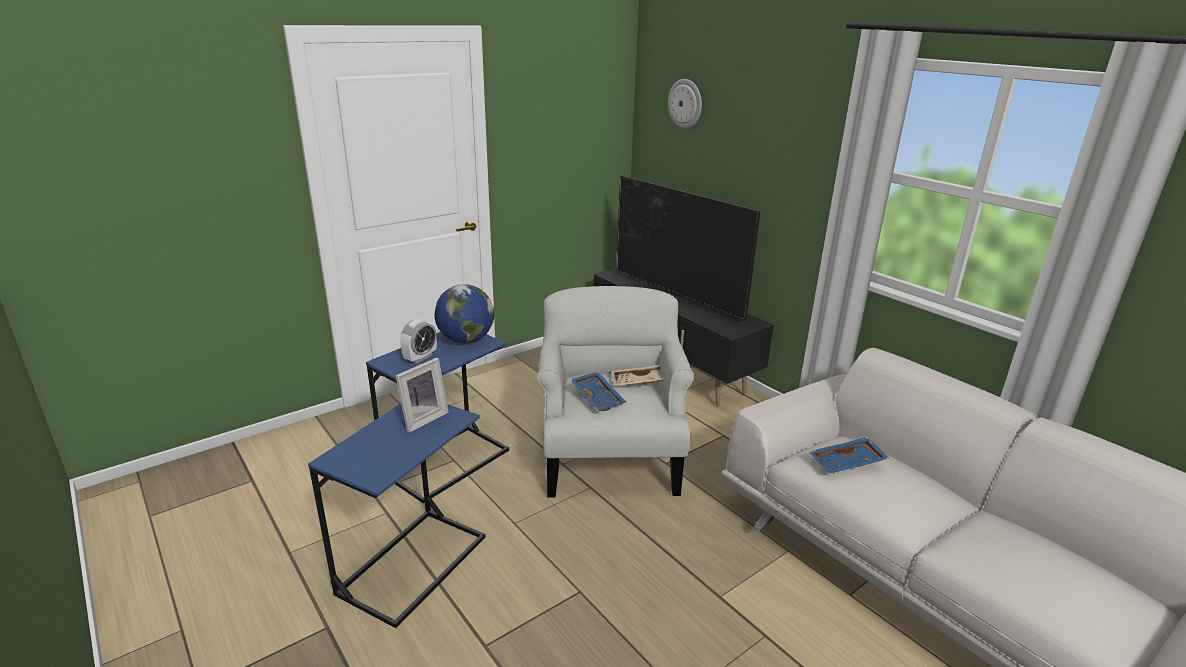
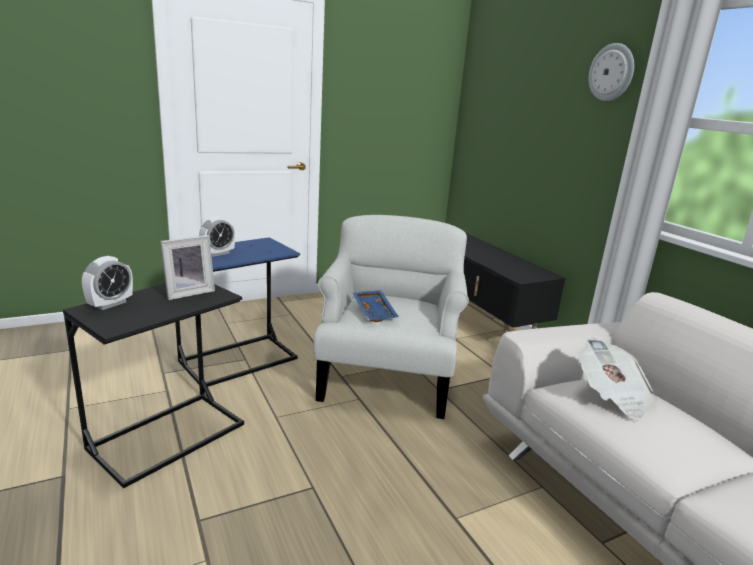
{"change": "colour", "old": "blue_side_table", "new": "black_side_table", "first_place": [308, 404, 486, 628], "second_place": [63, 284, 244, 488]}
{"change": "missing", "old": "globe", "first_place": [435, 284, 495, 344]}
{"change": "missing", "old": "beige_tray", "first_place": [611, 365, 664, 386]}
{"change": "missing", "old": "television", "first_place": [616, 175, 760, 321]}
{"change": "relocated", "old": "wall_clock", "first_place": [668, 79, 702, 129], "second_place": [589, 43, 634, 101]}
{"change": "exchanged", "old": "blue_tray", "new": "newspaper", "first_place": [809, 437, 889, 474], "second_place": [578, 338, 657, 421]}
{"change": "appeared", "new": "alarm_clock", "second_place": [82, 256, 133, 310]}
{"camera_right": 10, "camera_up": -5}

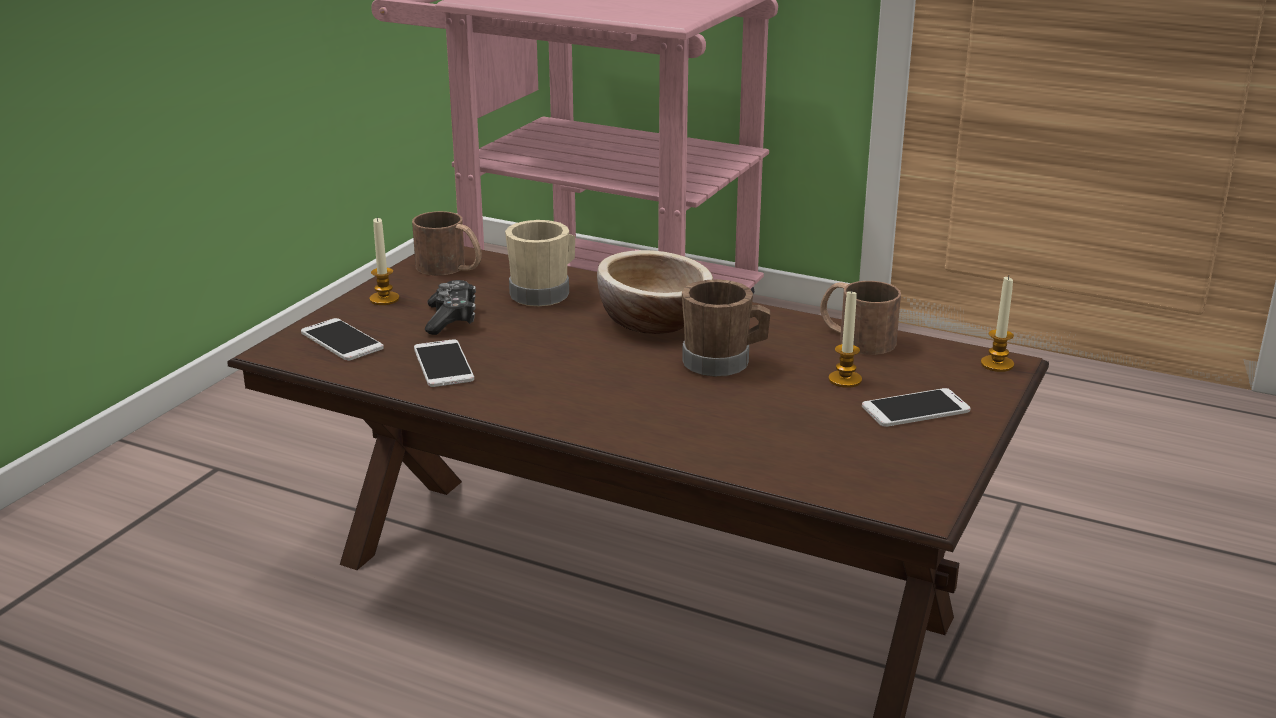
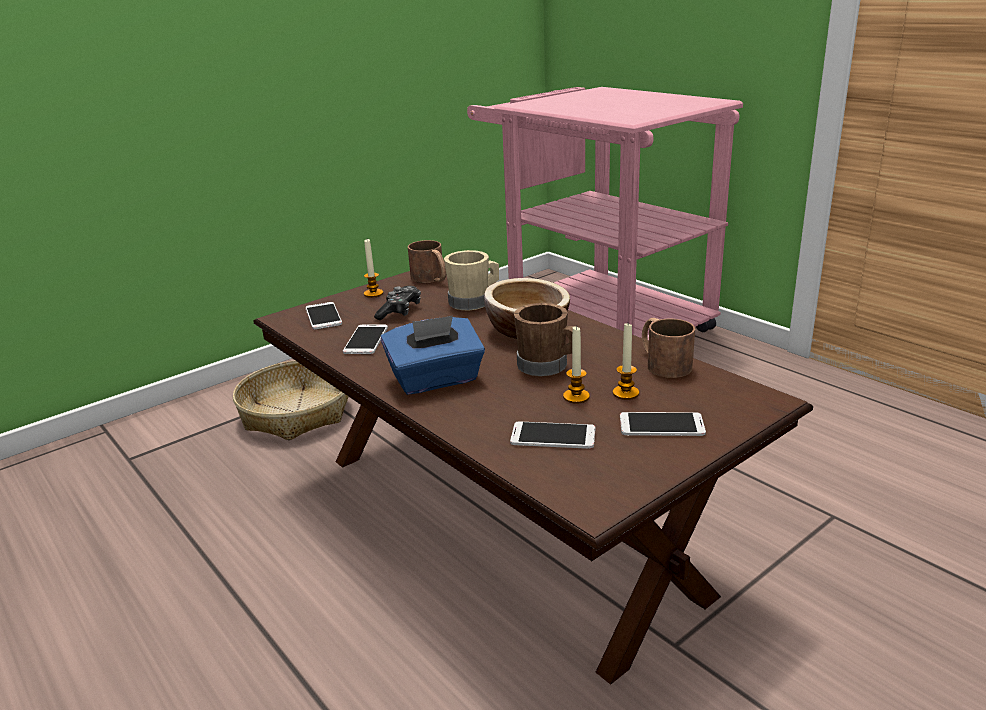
{"change": "relocated", "old": "candle", "first_place": [981, 276, 1014, 372], "second_place": [563, 325, 590, 404]}
{"change": "appeared", "new": "basket", "second_place": [233, 360, 349, 440]}
{"change": "appeared", "new": "blue_tissue_box", "second_place": [381, 315, 485, 395]}
{"change": "appeared", "new": "phone", "second_place": [510, 421, 595, 449]}
{"camera_right": 25, "camera_up": 0}

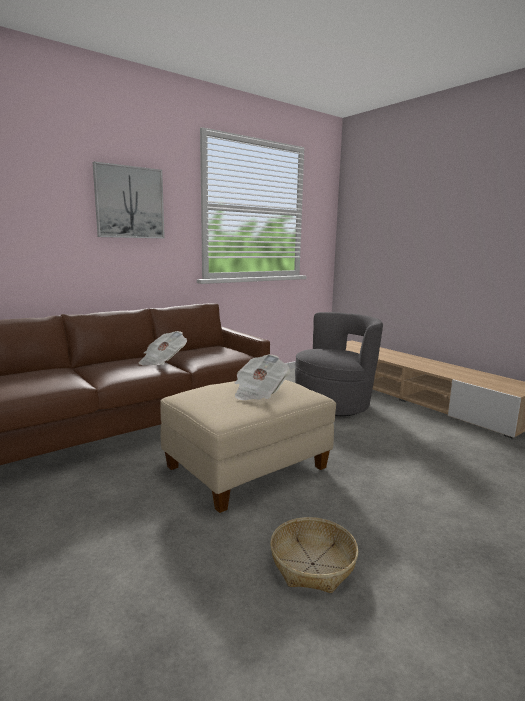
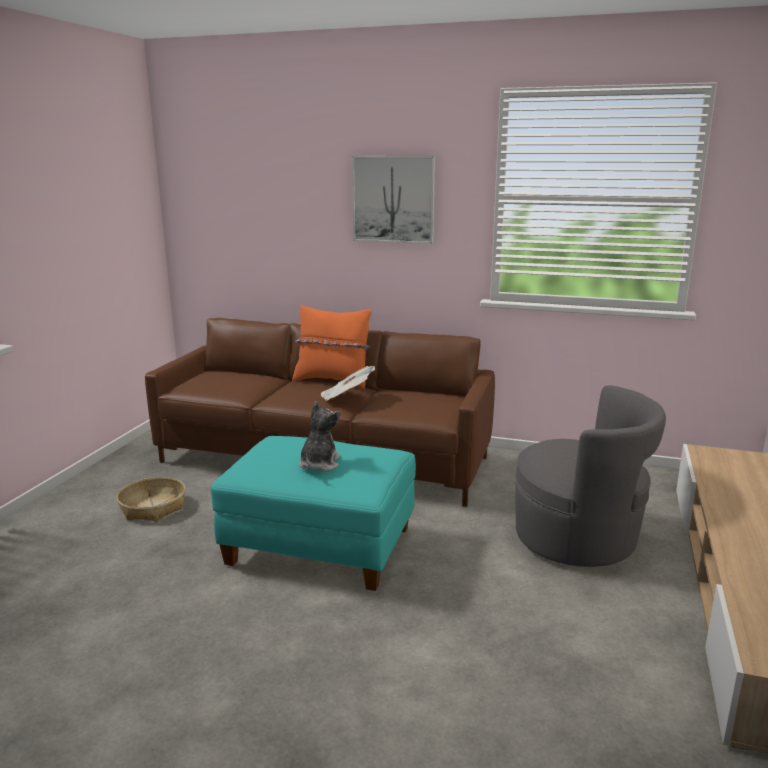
{"change": "colour", "old": "beige_ottoman", "new": "turquoise_ottoman", "first_place": [160, 380, 336, 513], "second_place": [211, 436, 416, 591]}
{"change": "exchanged", "old": "newspaper", "new": "plush_toy", "first_place": [235, 354, 290, 400], "second_place": [299, 401, 340, 472]}
{"change": "relocated", "old": "basket", "first_place": [270, 517, 358, 593], "second_place": [117, 477, 186, 522]}
{"change": "appeared", "new": "orange_pillow", "second_place": [292, 305, 371, 389]}
{"camera_right": 55, "camera_up": 5}

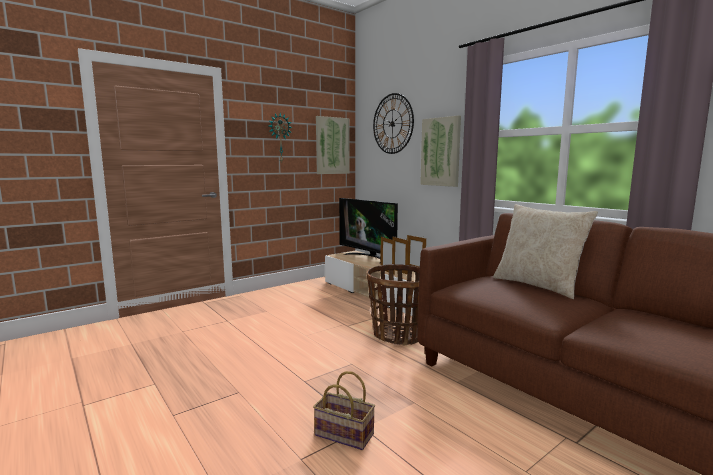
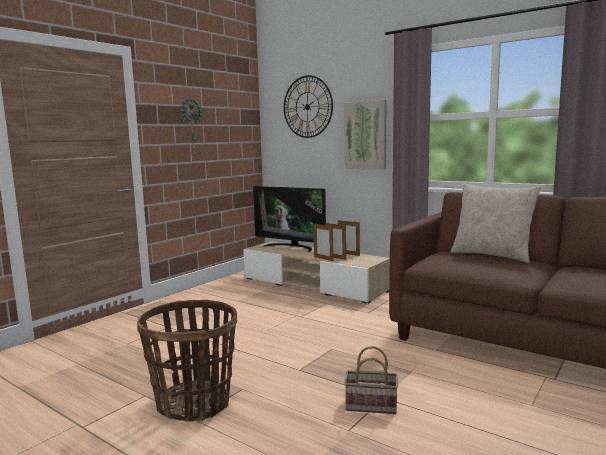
{"change": "missing", "old": "picture", "first_place": [316, 116, 350, 174]}
{"change": "relocated", "old": "basket", "first_place": [366, 264, 420, 345], "second_place": [137, 300, 237, 422]}
{"camera_right": -15, "camera_up": 0}

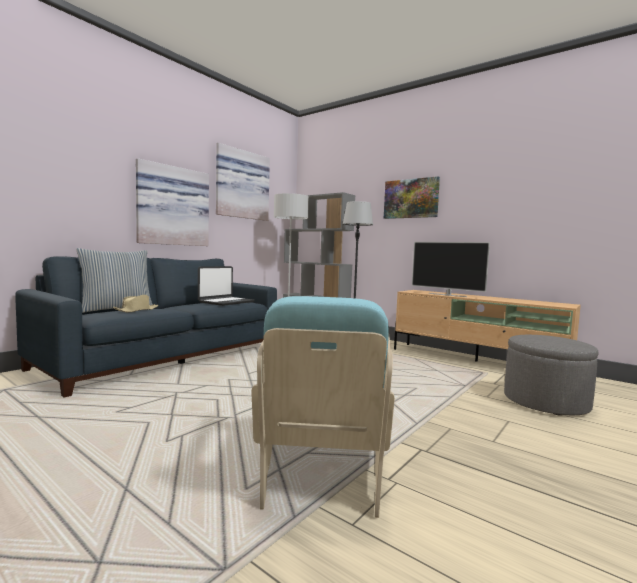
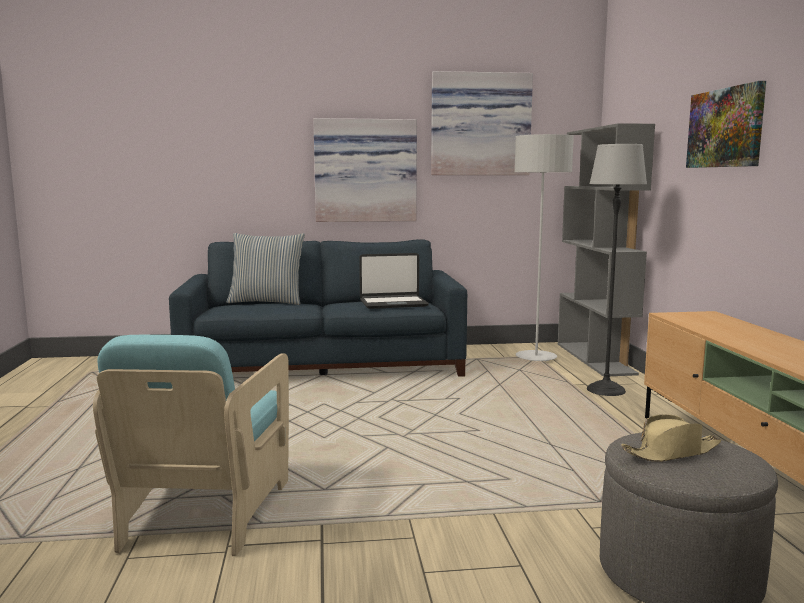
{"change": "relocated", "old": "beige_hat", "first_place": [113, 295, 158, 312], "second_place": [621, 414, 721, 462]}
{"change": "spun", "old": "turquoise_armchair", "first_place": [251, 296, 395, 518], "second_place": [93, 335, 289, 556], "degrees": -45}
{"change": "missing", "old": "television", "first_place": [412, 242, 490, 297]}
{"camera_right": 45, "camera_up": 5}

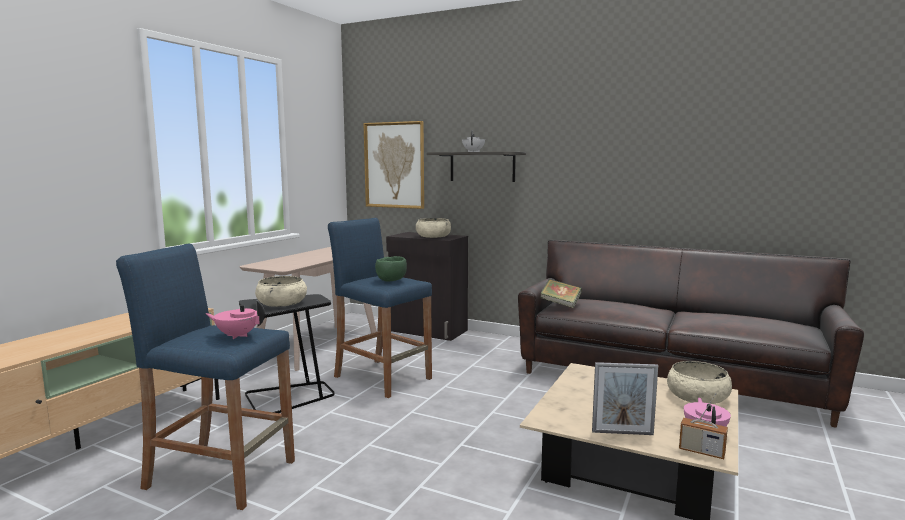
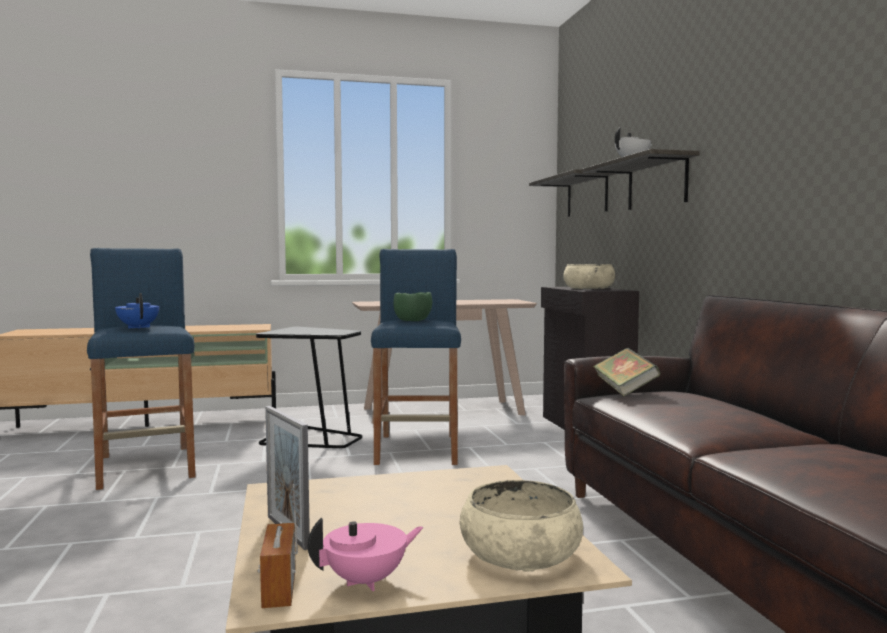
{"change": "colour", "old": "pink_teapot", "new": "blue_teapot", "first_place": [206, 301, 265, 339], "second_place": [115, 293, 159, 329]}
{"change": "missing", "old": "beige_bowl", "first_place": [255, 276, 307, 307]}
{"change": "exchanged", "old": "picture", "new": "shelf", "first_place": [363, 121, 424, 209], "second_place": [529, 169, 614, 217]}
{"camera_right": 50, "camera_up": -5}

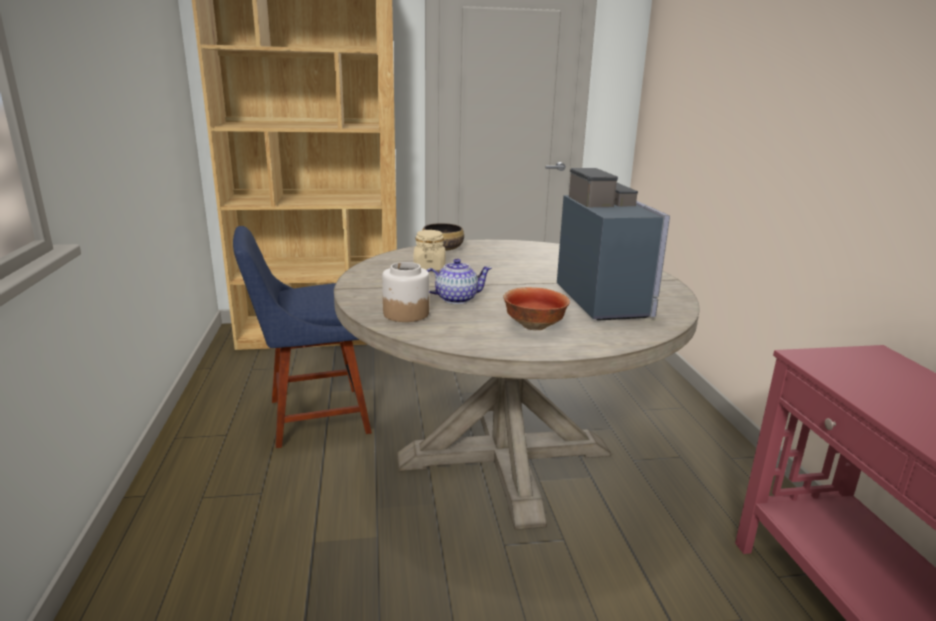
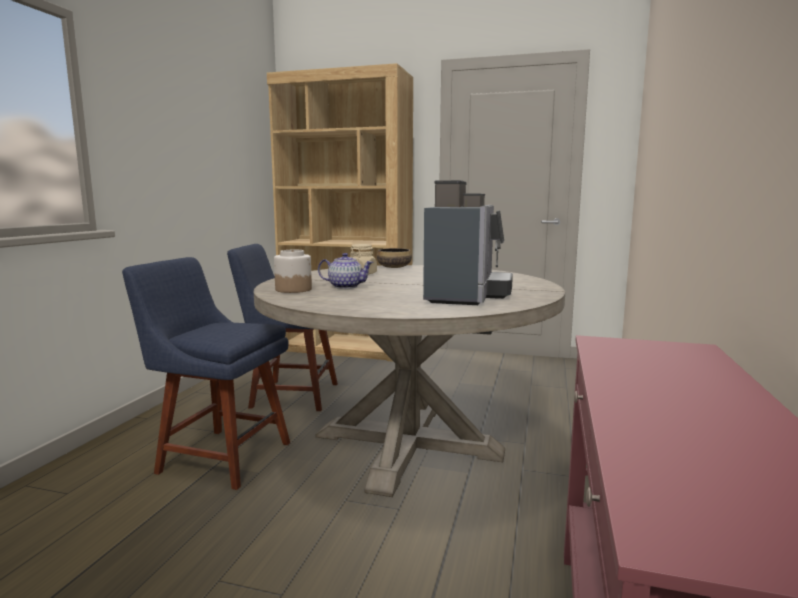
{"change": "missing", "old": "bowl", "first_place": [504, 287, 570, 330]}
{"change": "appeared", "new": "blue_chair", "second_place": [122, 257, 290, 490]}
{"camera_right": 25, "camera_up": -10}

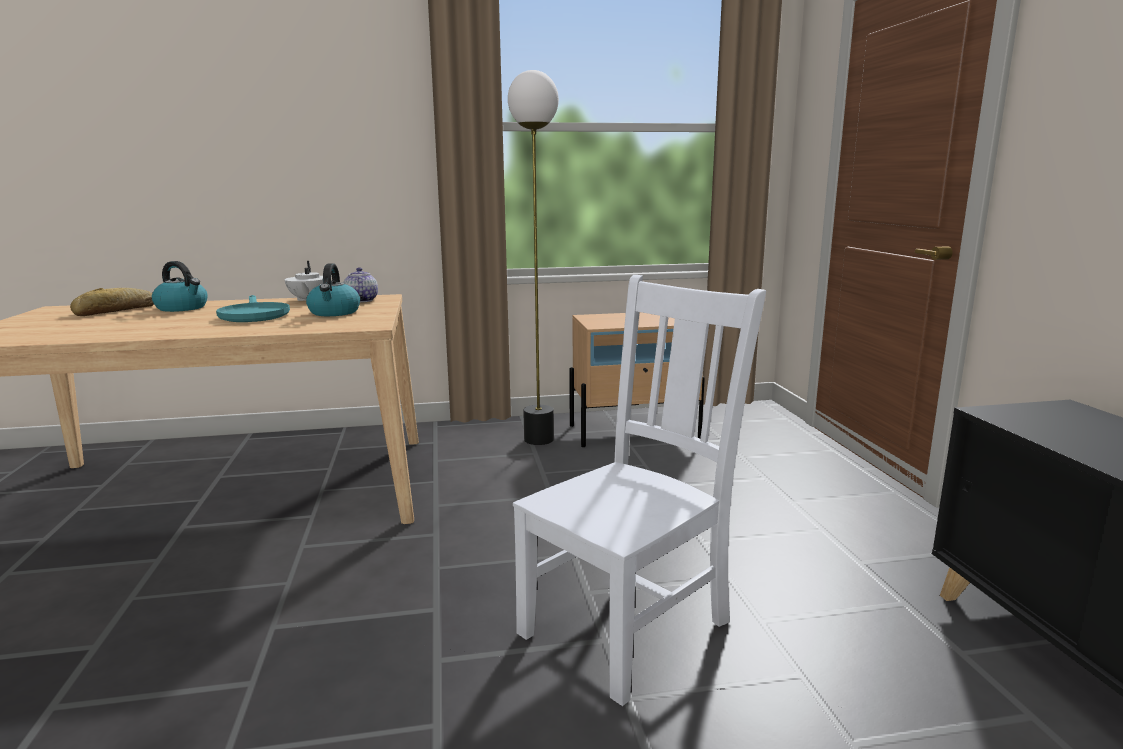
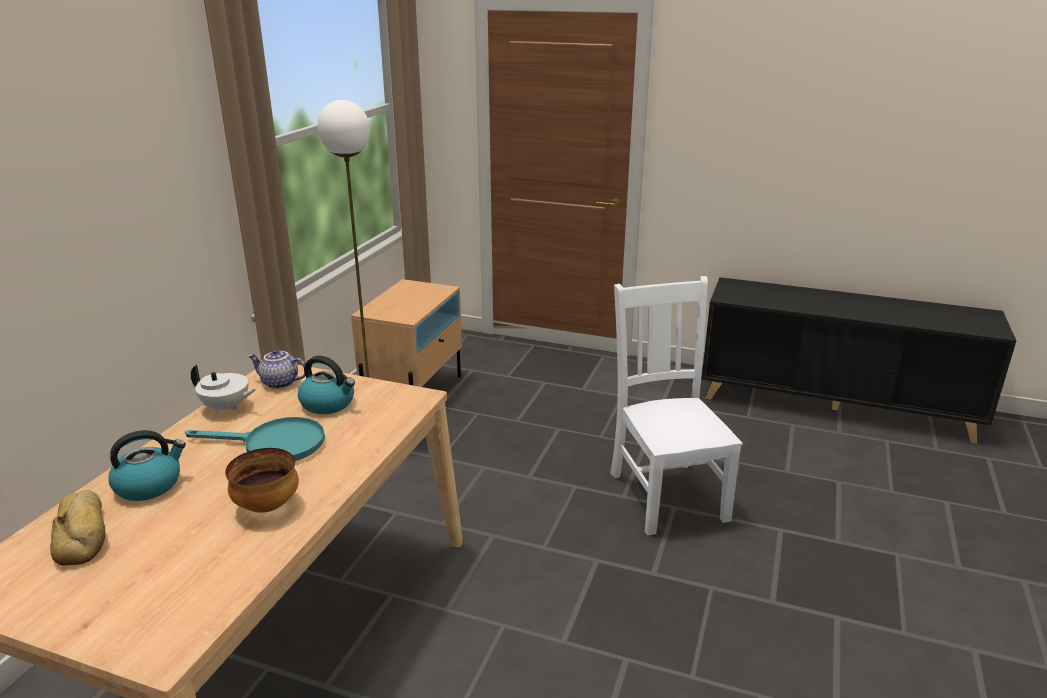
{"change": "appeared", "new": "bowl", "second_place": [225, 448, 299, 513]}
{"camera_right": -60, "camera_up": 10}

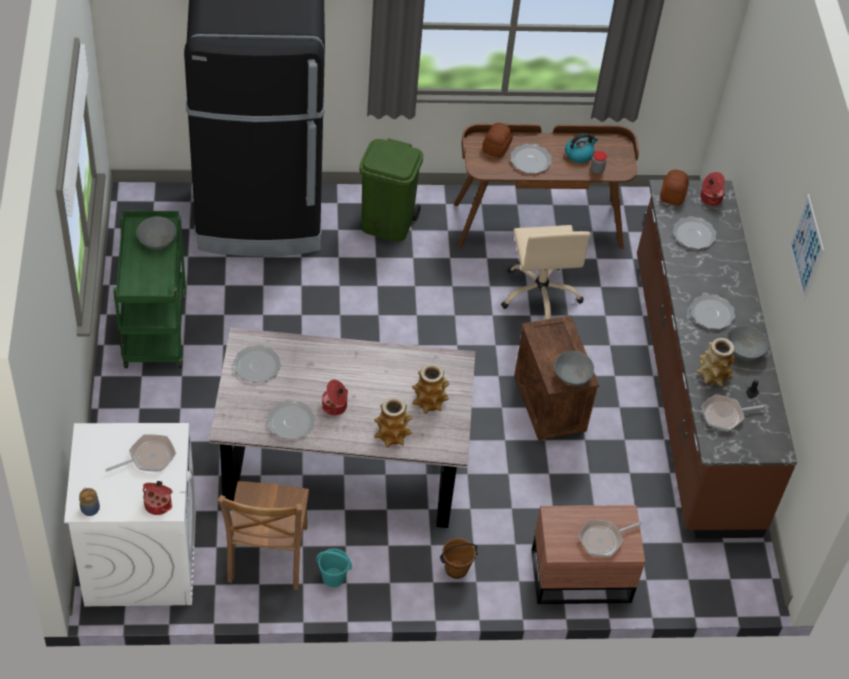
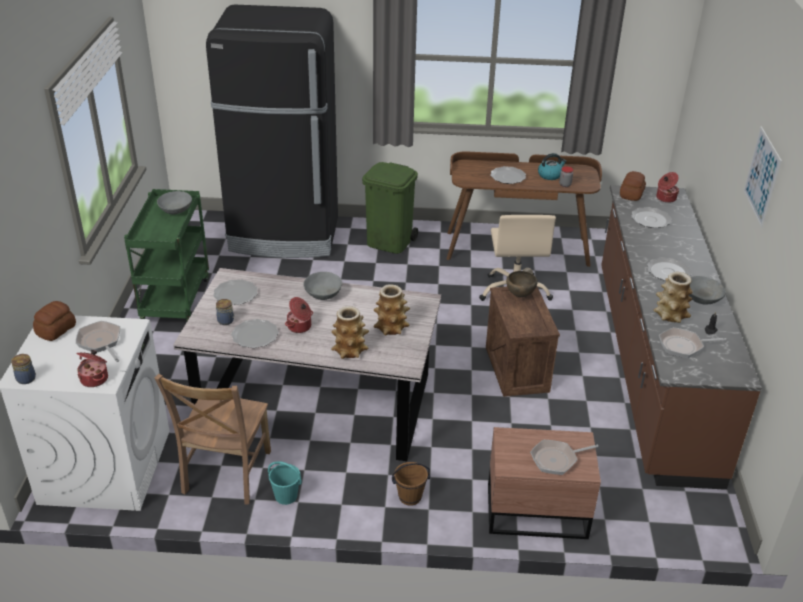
{"change": "spun", "old": "frying_pan", "first_place": [105, 434, 176, 472], "second_place": [76, 321, 120, 362], "degrees": -105}
{"change": "relocated", "old": "bread", "first_place": [482, 123, 513, 157], "second_place": [33, 301, 76, 341]}
{"change": "relocated", "old": "grey_bowl", "first_place": [554, 351, 594, 386], "second_place": [303, 272, 342, 300]}
{"change": "appeared", "new": "jar", "second_place": [216, 299, 234, 325]}
{"change": "appeared", "new": "brown_bowl", "second_place": [506, 271, 538, 297]}
{"camera_right": 10, "camera_up": -15}

